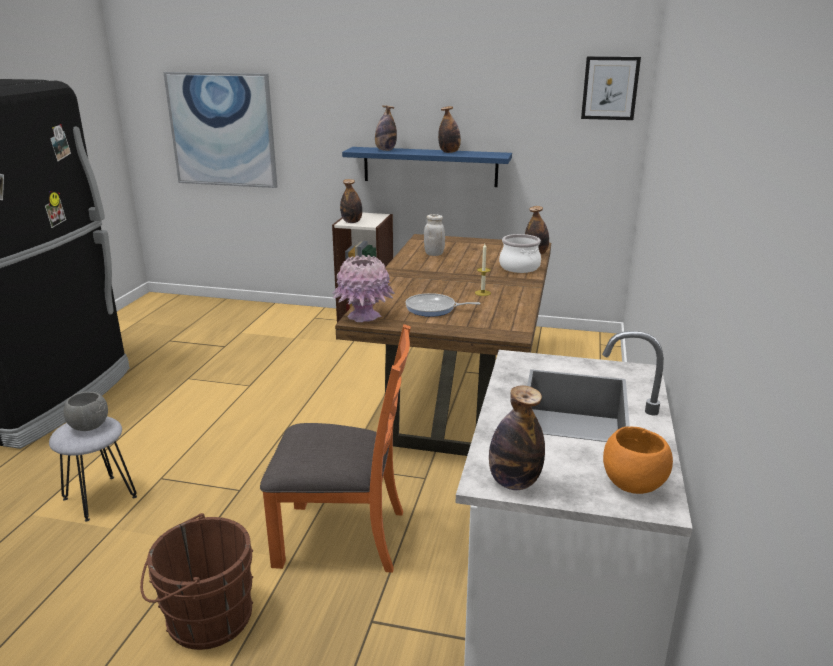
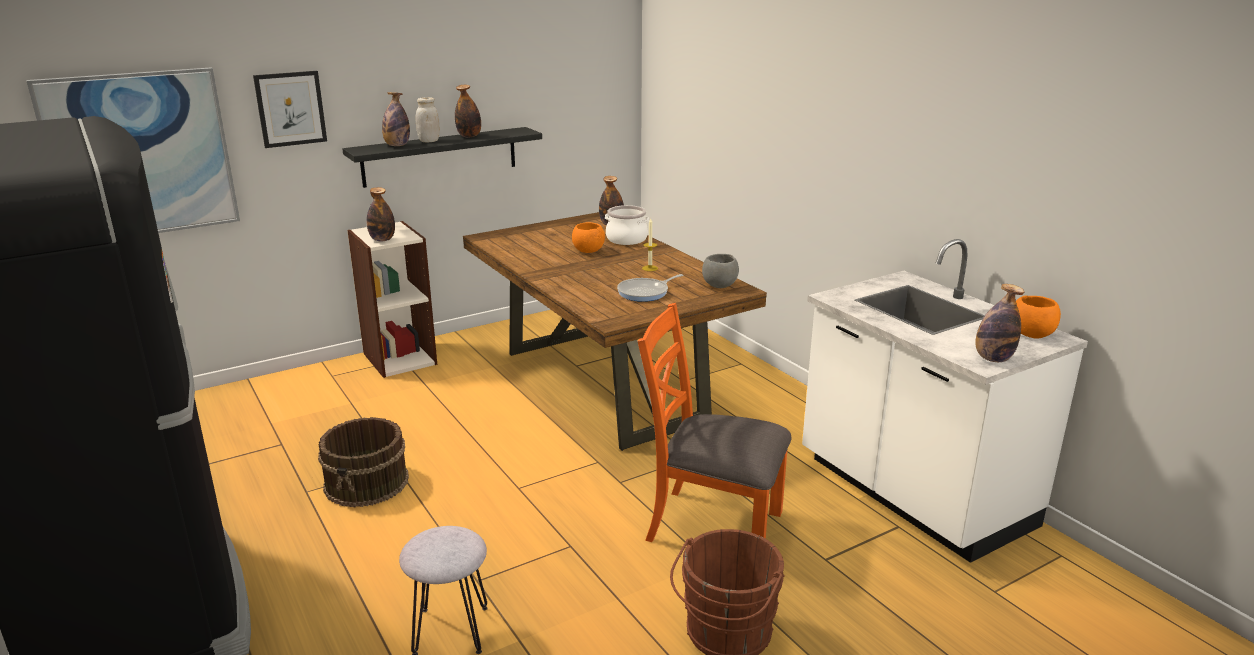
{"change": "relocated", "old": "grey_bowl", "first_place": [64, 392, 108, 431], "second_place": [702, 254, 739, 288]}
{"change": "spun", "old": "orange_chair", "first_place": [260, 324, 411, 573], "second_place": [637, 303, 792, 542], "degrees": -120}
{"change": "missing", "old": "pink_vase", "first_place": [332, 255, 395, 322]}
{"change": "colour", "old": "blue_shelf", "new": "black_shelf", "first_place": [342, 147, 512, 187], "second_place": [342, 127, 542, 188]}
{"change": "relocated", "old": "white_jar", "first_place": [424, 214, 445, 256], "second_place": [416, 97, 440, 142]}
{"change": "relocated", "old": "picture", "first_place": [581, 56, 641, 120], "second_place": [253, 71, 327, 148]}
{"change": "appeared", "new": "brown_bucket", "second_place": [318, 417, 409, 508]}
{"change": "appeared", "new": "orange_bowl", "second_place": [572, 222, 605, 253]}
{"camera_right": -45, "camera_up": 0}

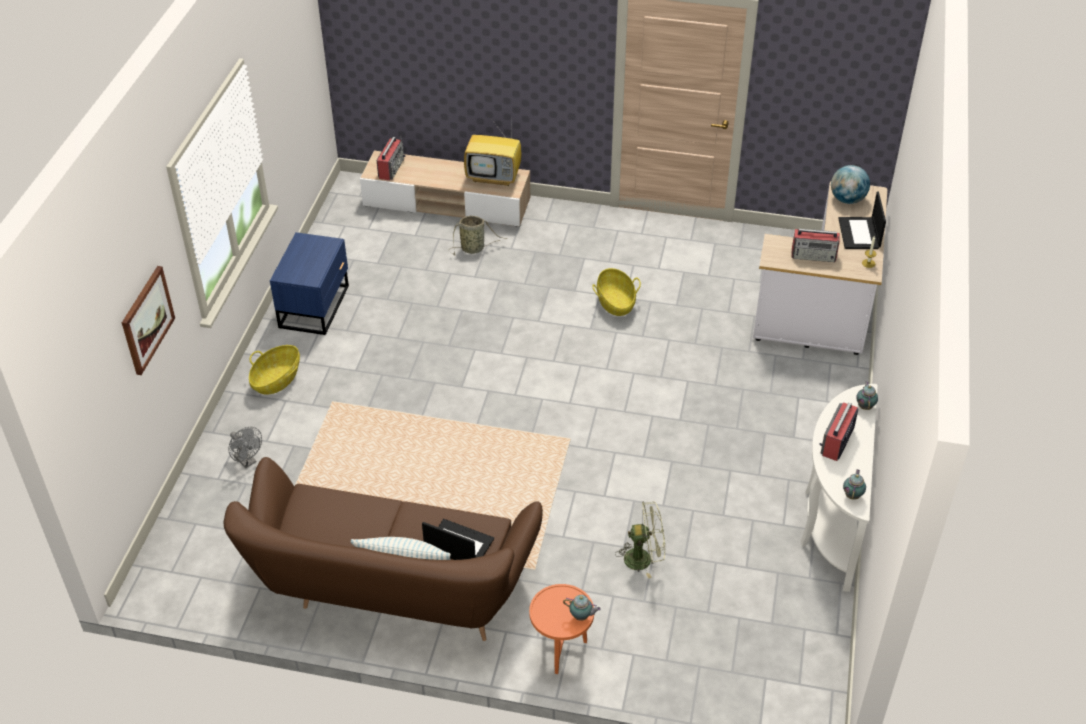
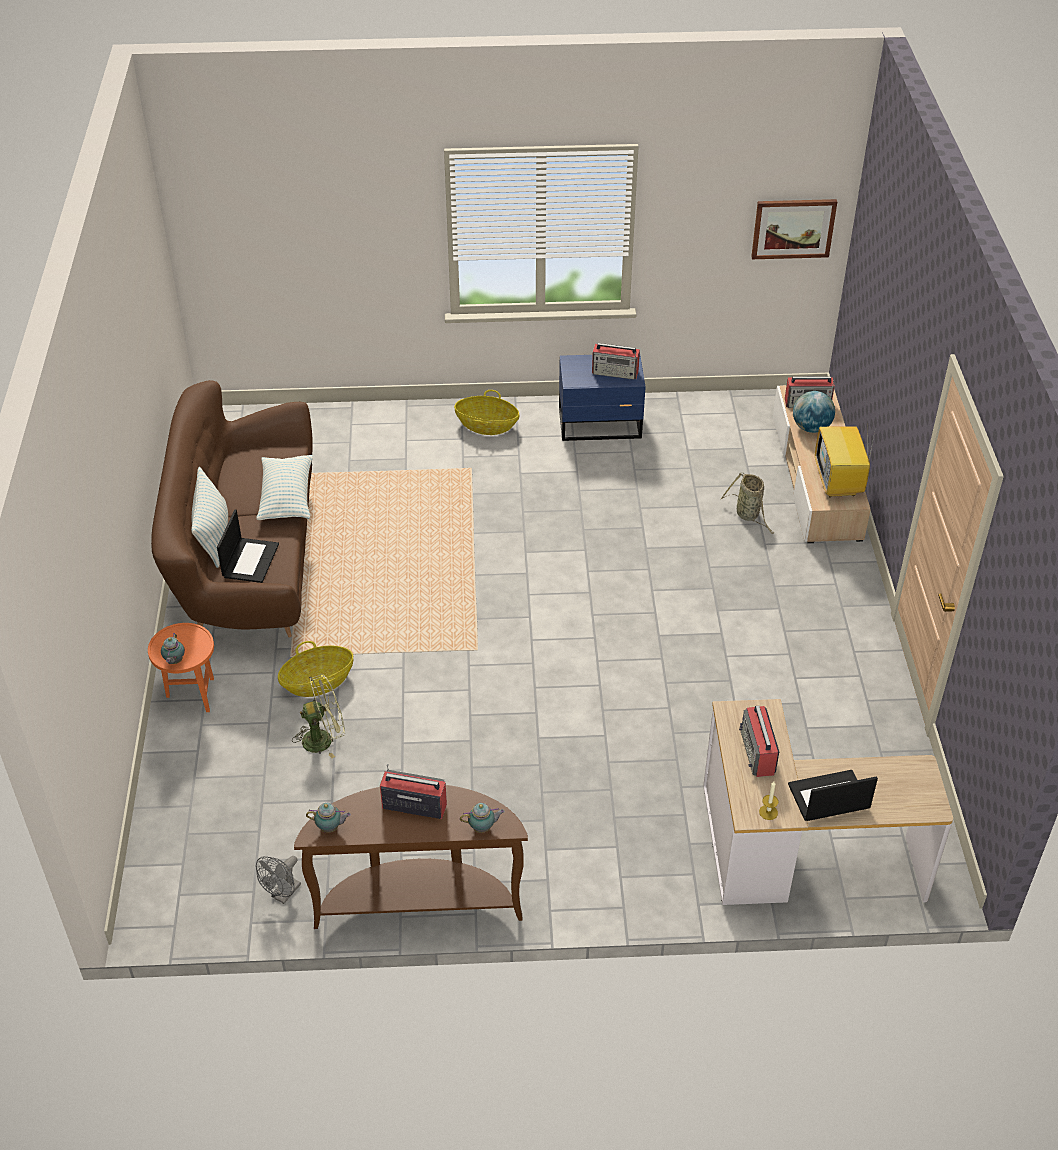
{"change": "relocated", "old": "picture", "first_place": [122, 266, 175, 375], "second_place": [751, 199, 837, 259]}
{"change": "relocated", "old": "grey_fan", "first_place": [229, 427, 262, 468], "second_place": [256, 856, 301, 904]}
{"change": "relocated", "old": "basket", "first_place": [592, 268, 641, 316], "second_place": [278, 641, 353, 697]}
{"change": "spun", "old": "green_fan", "first_place": [615, 501, 665, 579], "second_place": [292, 674, 345, 759], "degrees": -90}
{"change": "colour", "old": "white_console_table", "new": "brown_console_table", "first_place": [800, 384, 878, 592], "second_place": [294, 785, 528, 929]}
{"change": "relocated", "old": "globe", "first_place": [831, 165, 870, 204], "second_place": [793, 391, 835, 433]}
{"change": "appeared", "new": "pillow", "second_place": [256, 455, 313, 520]}
{"change": "appeared", "new": "radio", "second_place": [592, 343, 640, 380]}
{"camera_right": 75, "camera_up": 0}

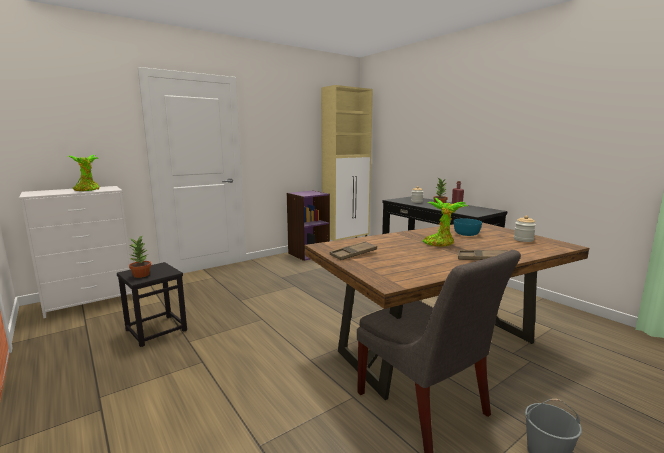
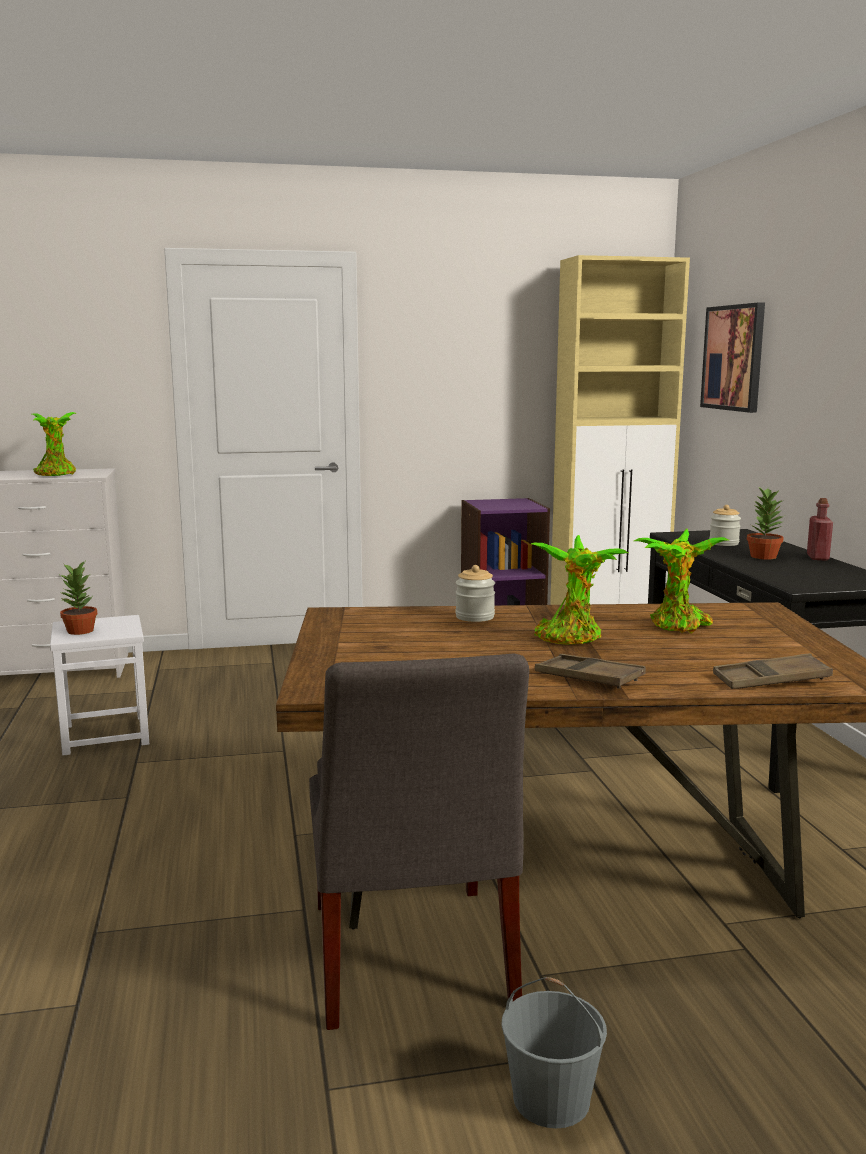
{"change": "colour", "old": "black_stool", "new": "white_stool", "first_place": [117, 262, 187, 347], "second_place": [50, 615, 149, 756]}
{"change": "relocated", "old": "brown_tray", "first_place": [330, 241, 377, 260], "second_place": [713, 653, 833, 689]}
{"change": "exchanged", "old": "turquoise_bowl", "new": "potted_plant", "first_place": [454, 218, 482, 236], "second_place": [634, 529, 729, 634]}
{"change": "relocated", "old": "jar", "first_place": [514, 216, 536, 242], "second_place": [455, 565, 495, 622]}
{"change": "appeared", "new": "picture", "second_place": [700, 303, 765, 413]}
{"camera_right": 25, "camera_up": 0}

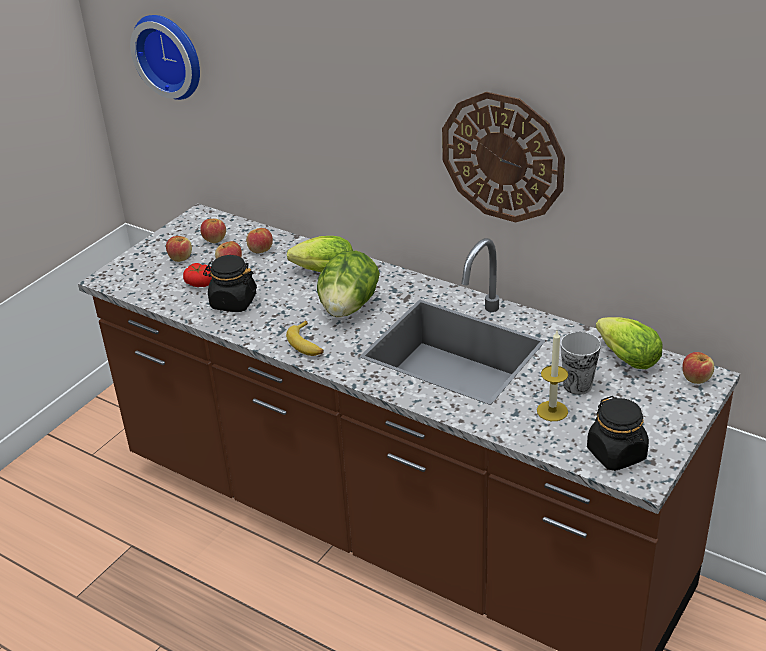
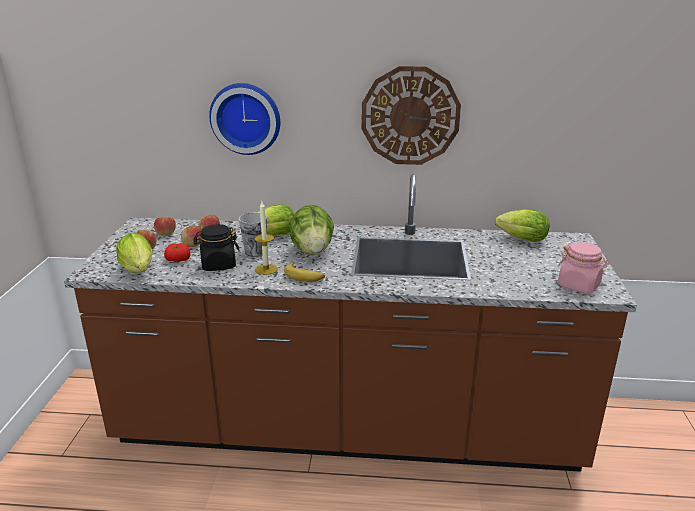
{"change": "relocated", "old": "wall_clock", "first_place": [130, 15, 200, 100], "second_place": [209, 83, 280, 155]}
{"change": "relocated", "old": "candle", "first_place": [537, 331, 568, 421], "second_place": [254, 202, 278, 275]}
{"change": "relocated", "old": "cup", "first_place": [561, 332, 601, 395], "second_place": [239, 213, 267, 257]}
{"change": "colour", "old": "black_jar", "new": "pink_jar", "first_place": [587, 396, 649, 471], "second_place": [558, 242, 610, 294]}
{"change": "missing", "old": "apple", "first_place": [683, 352, 714, 384]}
{"change": "appeared", "new": "lettuce", "second_place": [116, 233, 153, 273]}
{"camera_right": -30, "camera_up": -10}

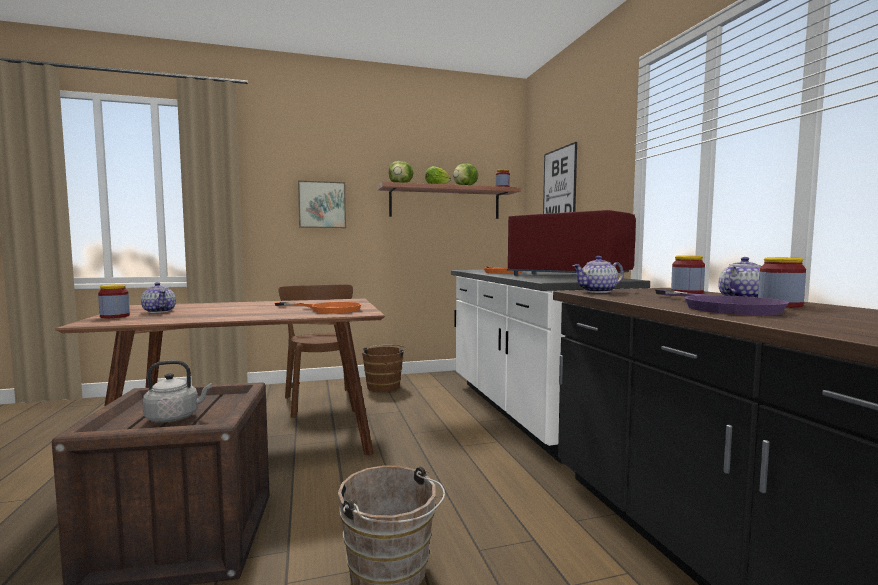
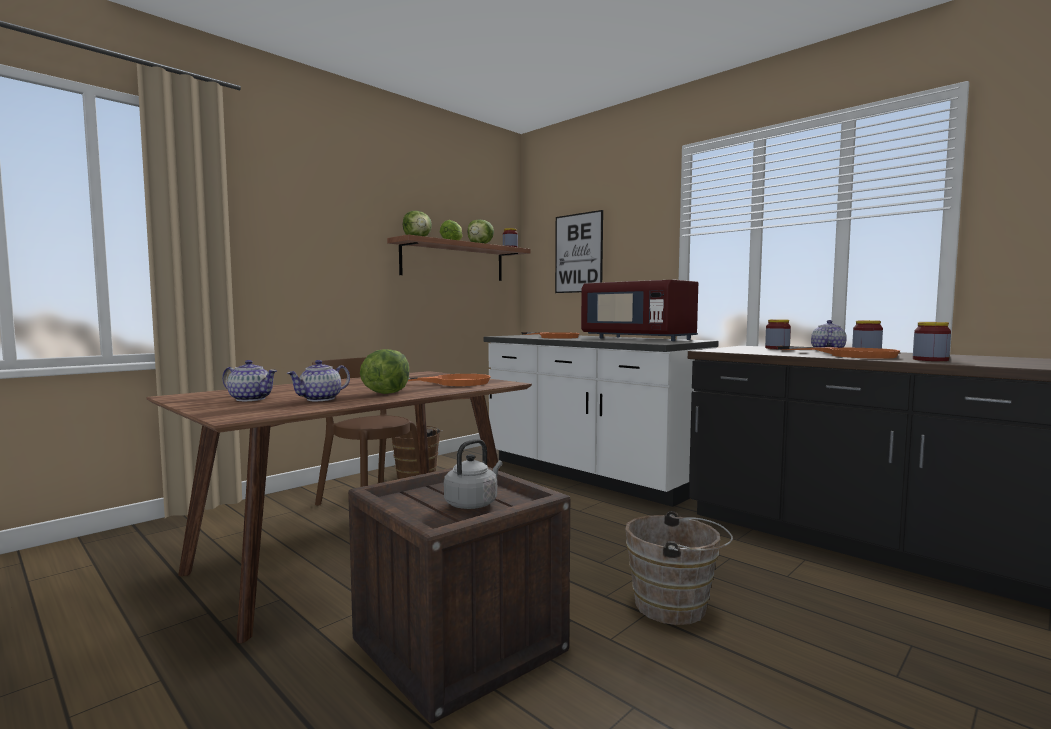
{"change": "relocated", "old": "jar", "first_place": [98, 284, 130, 318], "second_place": [913, 322, 951, 361]}
{"change": "missing", "old": "picture", "first_place": [298, 181, 346, 228]}
{"change": "spun", "old": "red_microwave", "first_place": [507, 210, 636, 276], "second_place": [581, 280, 698, 341], "degrees": -150}
{"change": "relocated", "old": "teapot", "first_place": [573, 256, 624, 293], "second_place": [287, 360, 350, 401]}
{"change": "colour", "old": "purple_frying_pan", "new": "orange_frying_pan", "first_place": [655, 290, 789, 315], "second_place": [777, 346, 900, 359]}
{"change": "appeared", "new": "lettuce", "second_place": [360, 349, 410, 394]}
{"camera_right": -30, "camera_up": 0}

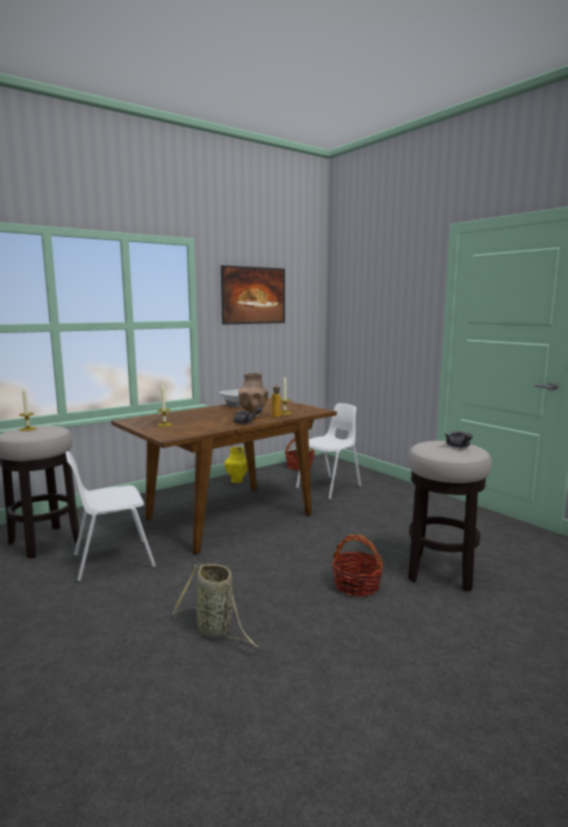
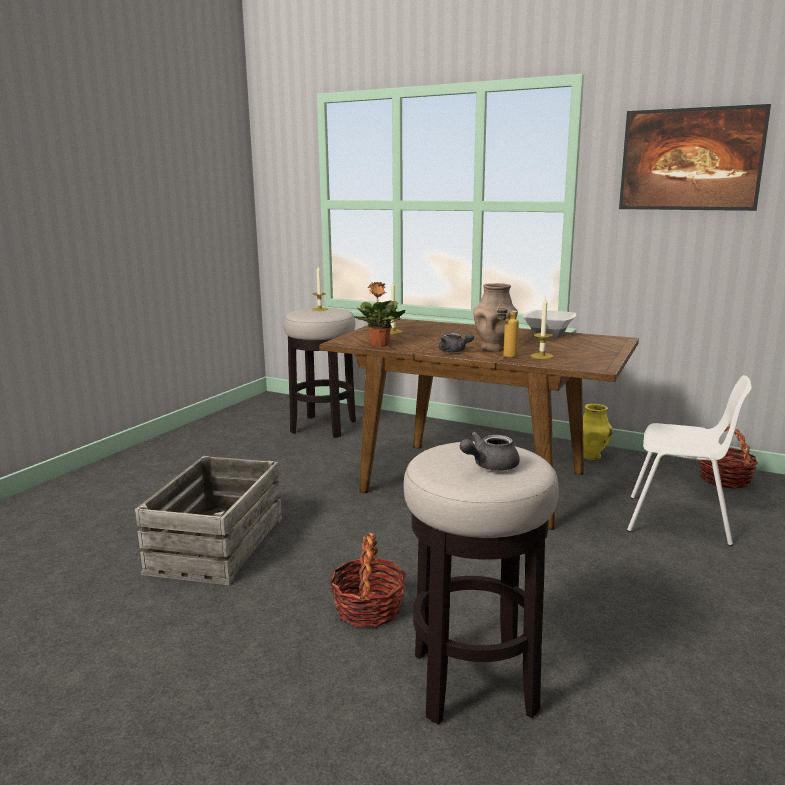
{"change": "missing", "old": "white_chair", "first_place": [66, 451, 156, 582]}
{"change": "exchanged", "old": "basket", "new": "crate", "first_place": [172, 563, 259, 647], "second_place": [135, 456, 282, 585]}
{"change": "appeared", "new": "potted_plant", "second_place": [354, 282, 405, 346]}
{"camera_right": 65, "camera_up": 5}

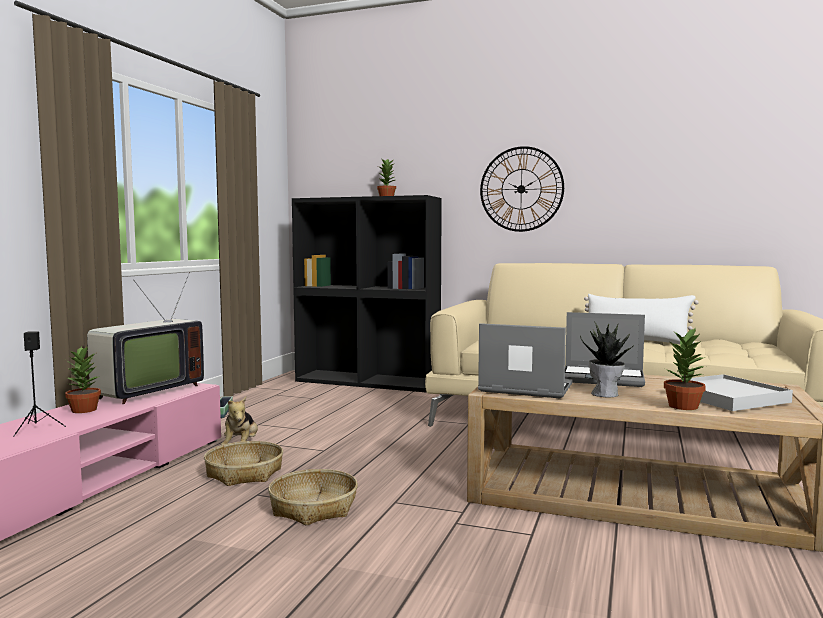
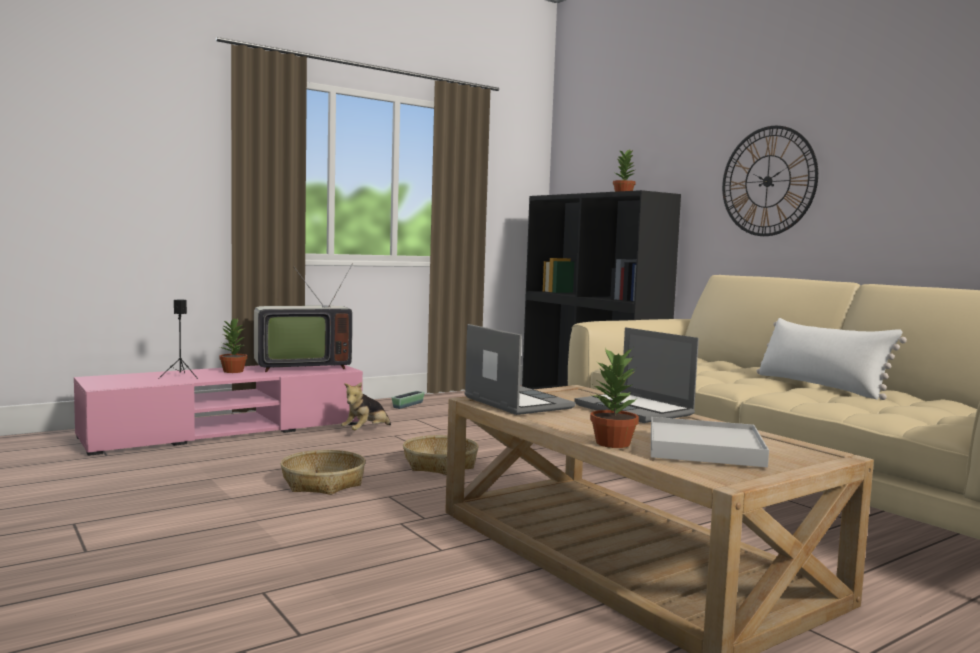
{"change": "relocated", "old": "basket", "first_place": [204, 441, 283, 486], "second_place": [403, 435, 479, 475]}
{"change": "missing", "old": "potted_plant", "first_place": [580, 321, 634, 397]}
{"camera_right": 35, "camera_up": 0}

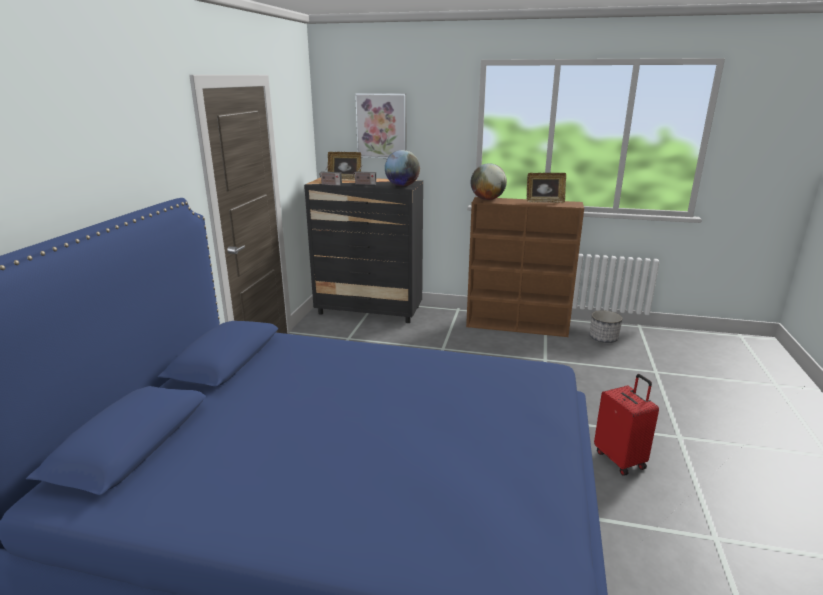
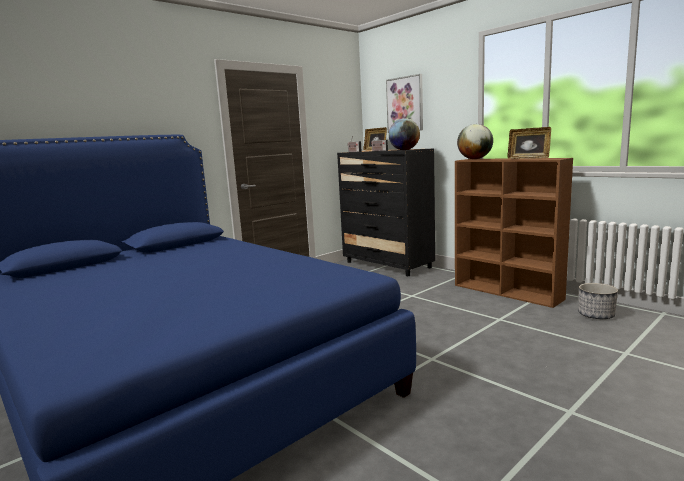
{"change": "missing", "old": "red_suitcase", "first_place": [594, 374, 659, 476]}
{"camera_right": 35, "camera_up": -10}

